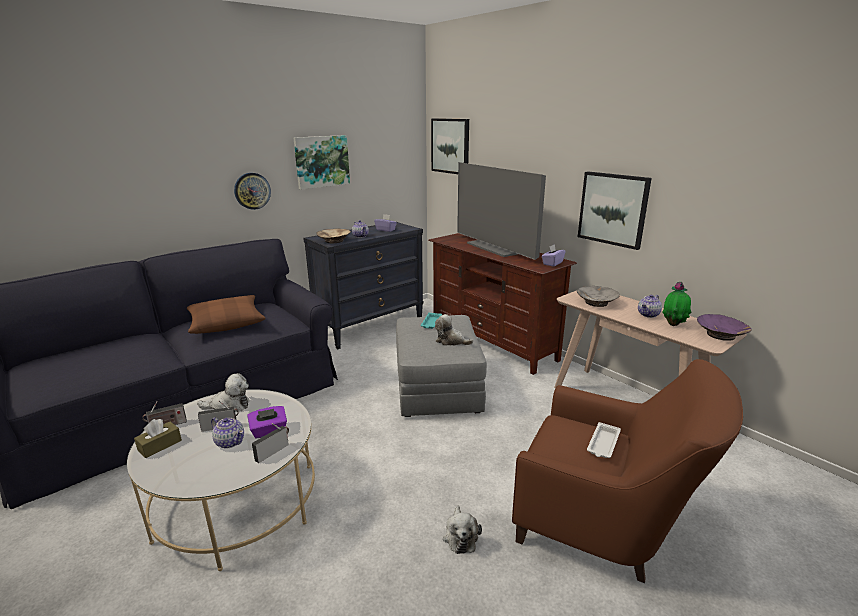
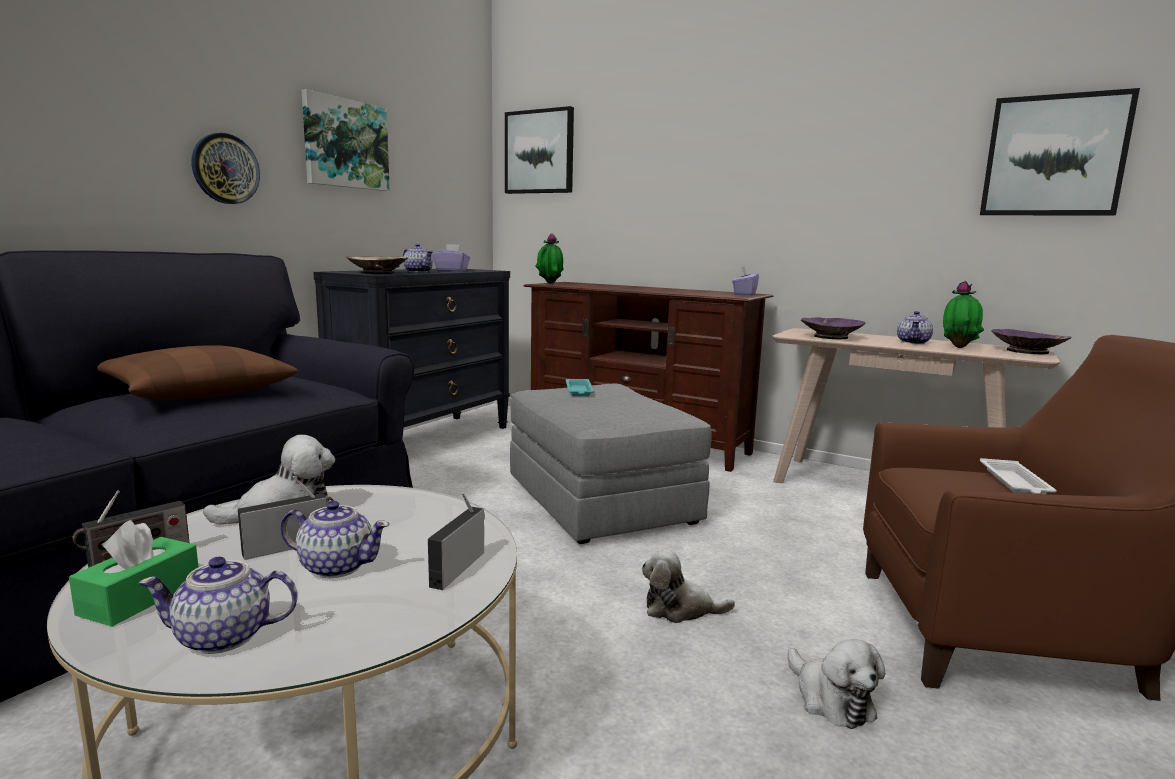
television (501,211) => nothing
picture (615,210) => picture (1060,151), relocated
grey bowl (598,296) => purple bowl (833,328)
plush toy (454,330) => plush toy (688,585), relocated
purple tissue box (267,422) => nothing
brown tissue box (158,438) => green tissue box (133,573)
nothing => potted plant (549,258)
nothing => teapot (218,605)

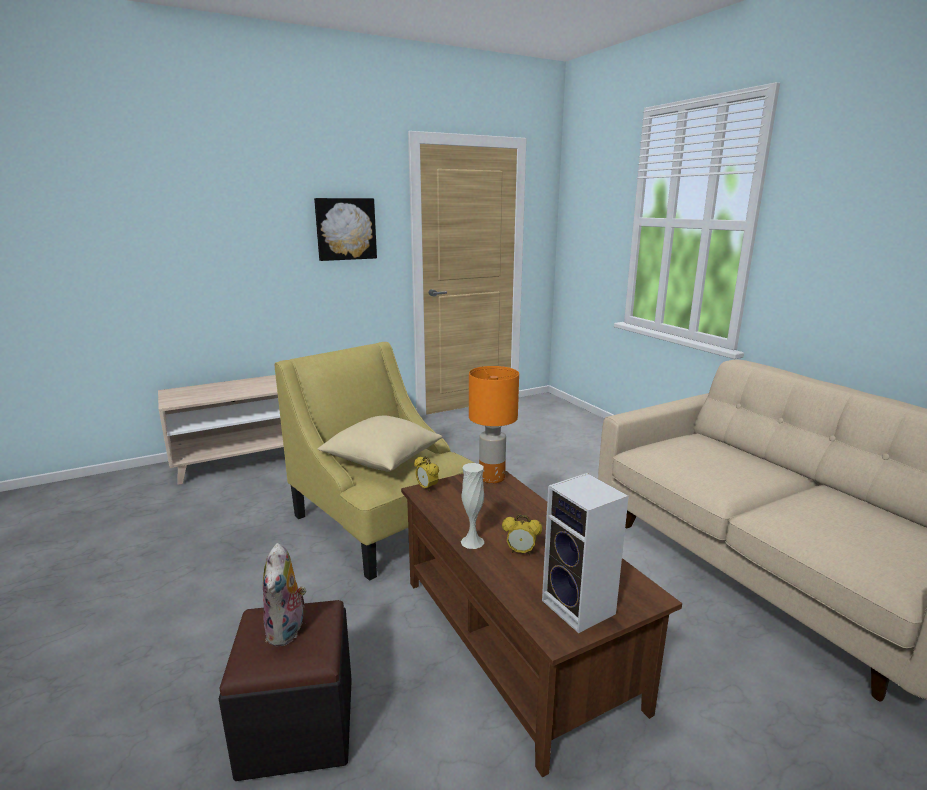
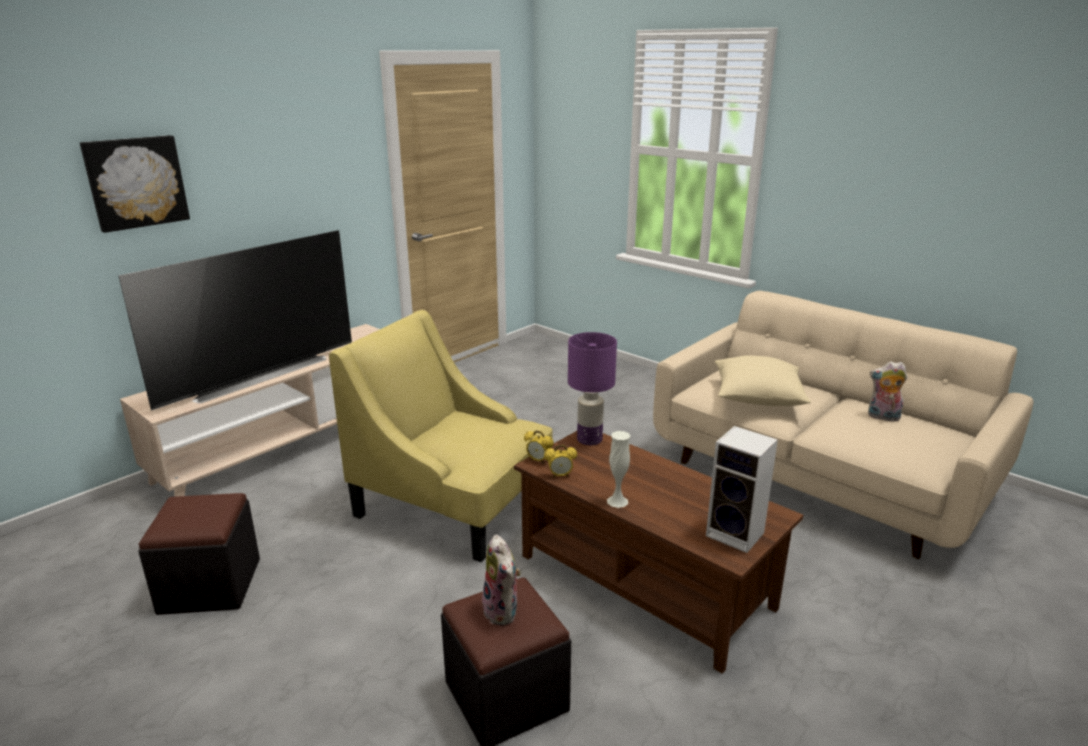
picture (345,229) => picture (135,184), relocated
orange table lamp (494,424) => purple table lamp (592,388)
beige pillow (380,443) => beige pillow (763,381), relocated
alarm clock (522,535) => alarm clock (560,461), relocated
nothing => television (235,320)
nothing => plush toy (887,391)
nothing => black ottoman (199,554)

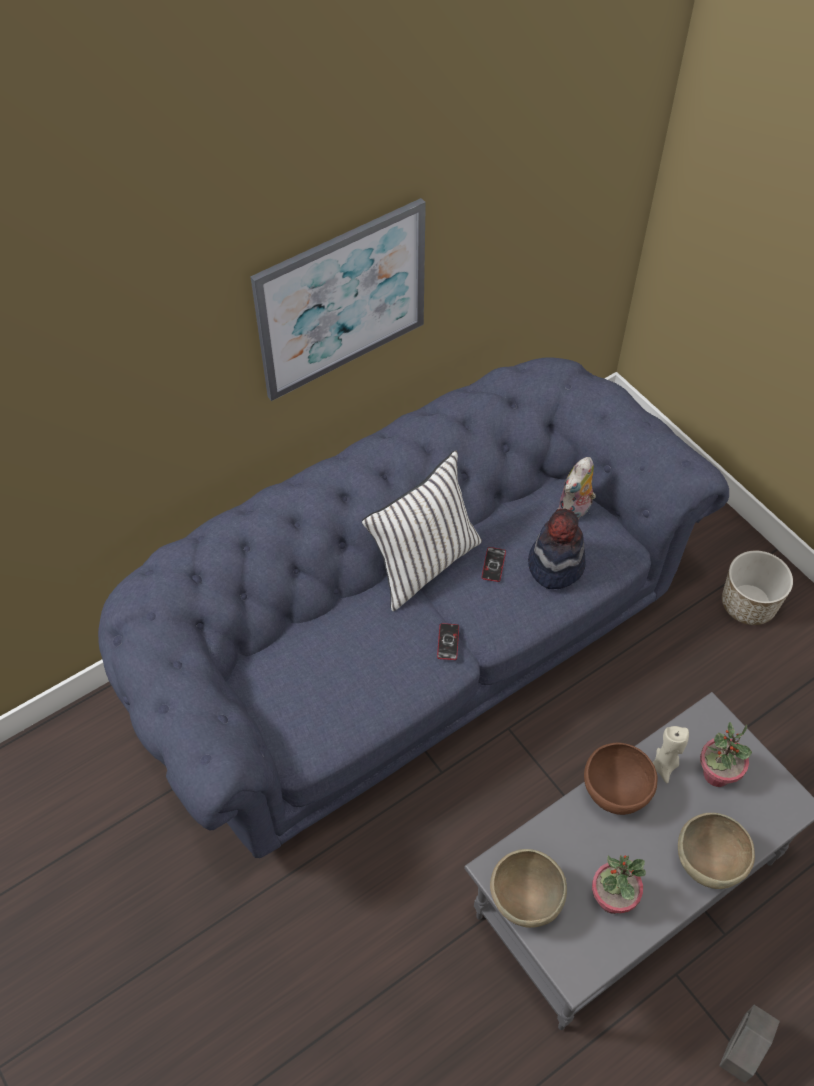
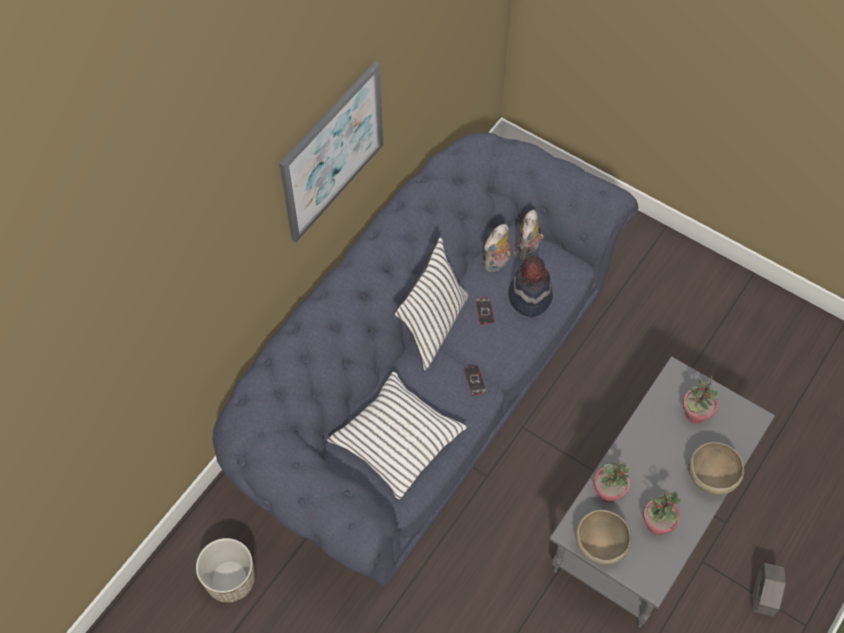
planter (757,588) => planter (225,570), relocated
beige candle (670,754) => nothing
brown bowl (621,779) => nothing
nothing => plush toy (497,248)
nothing => white pillow (397,435)
nothing => potted plant (612,482)

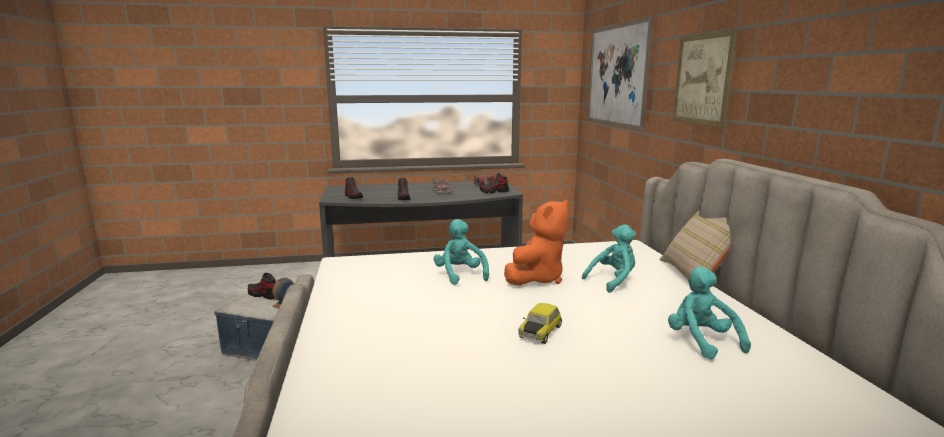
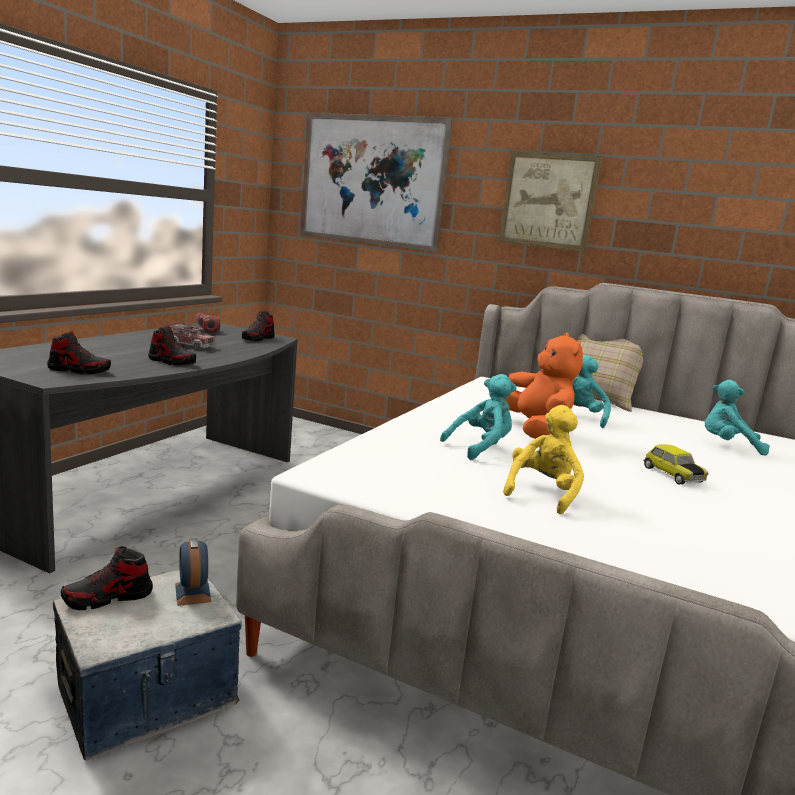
turquoise plush toy (461,252) => turquoise plush toy (478,417), 135 degrees clockwise
nothing => yellow plush toy (543,459)

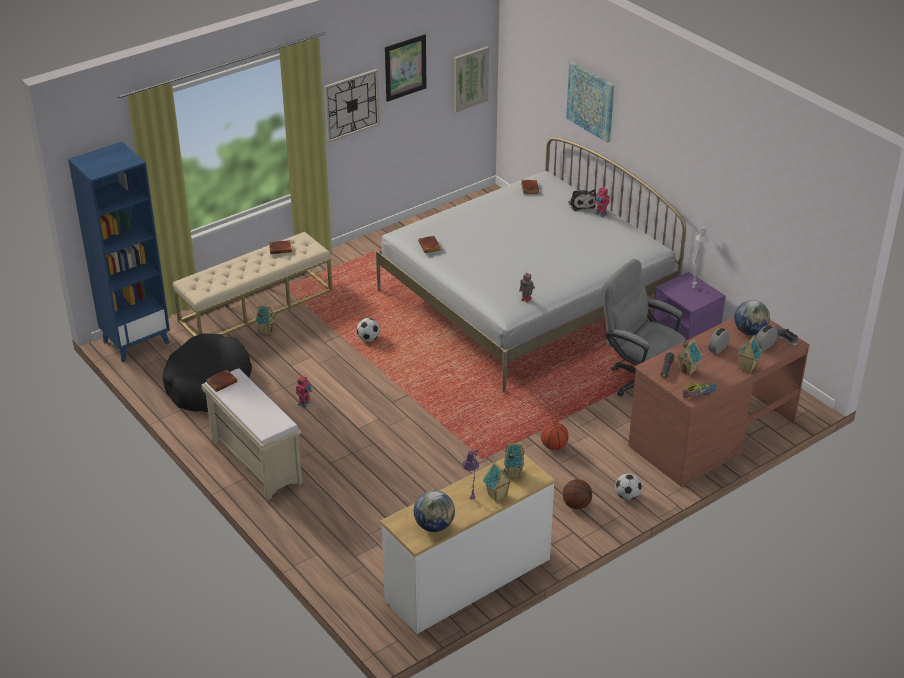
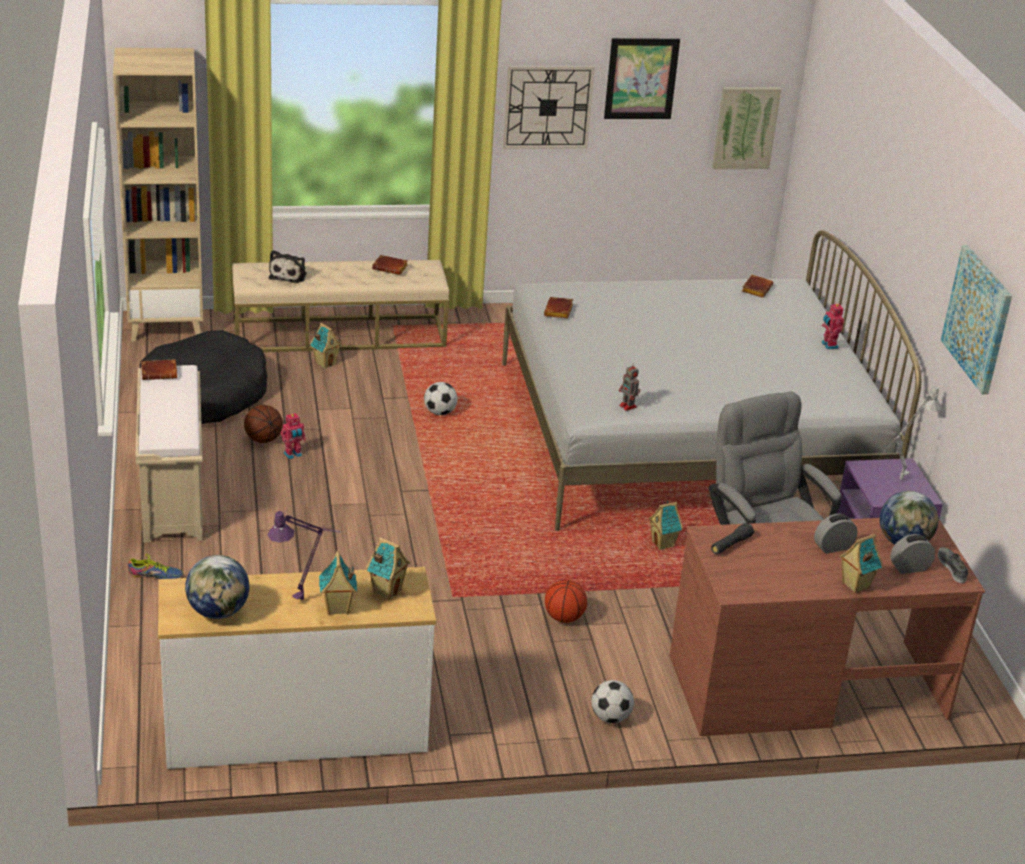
picture (590,102) => picture (976,319), relocated
blue bookcase (119,252) => beige bookcase (158,194)
plush toy (582,200) => plush toy (288,266), relocated
toy house (689,357) => toy house (665,525), relocated
shoe (700,390) => shoe (156,566), relocated
basketball (577,494) => basketball (263,424), relocated

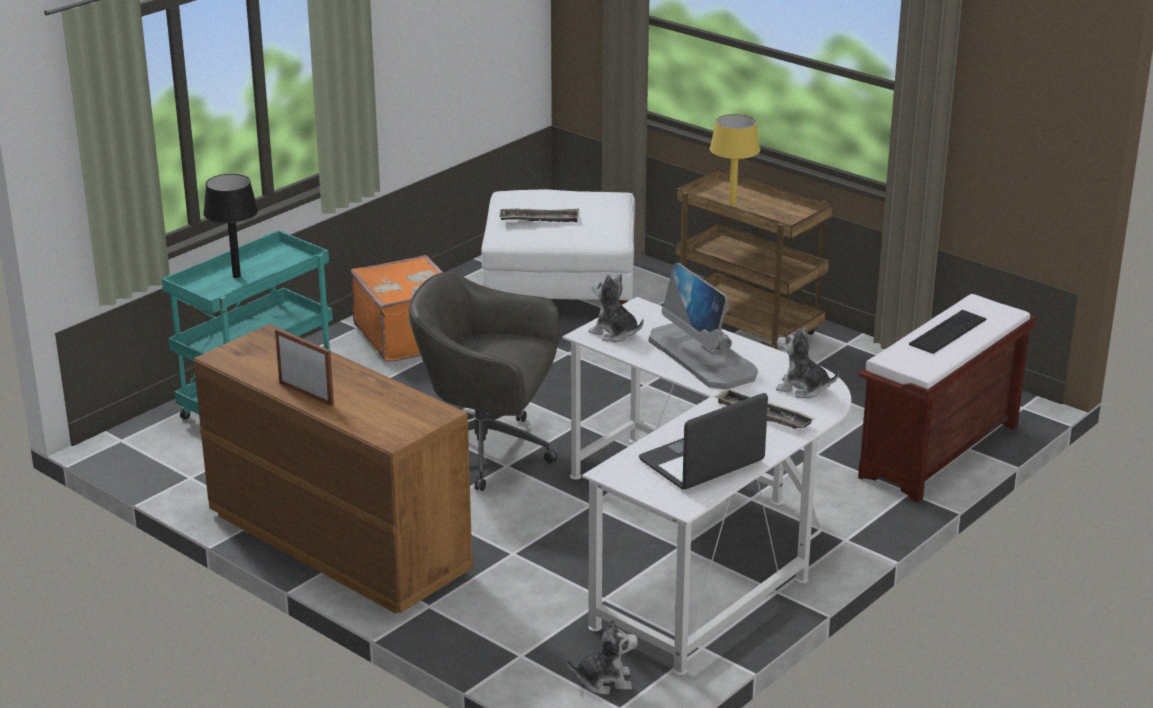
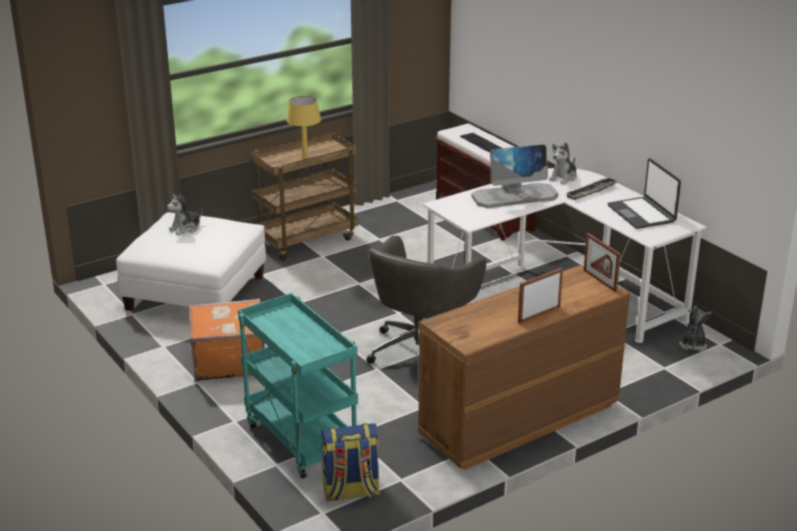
black table lamp (230,226) => nothing
tray (540,216) => nothing
plush toy (616,308) => plush toy (184,214), relocated
nothing => picture frame (602,262)
nothing => backpack (350,462)

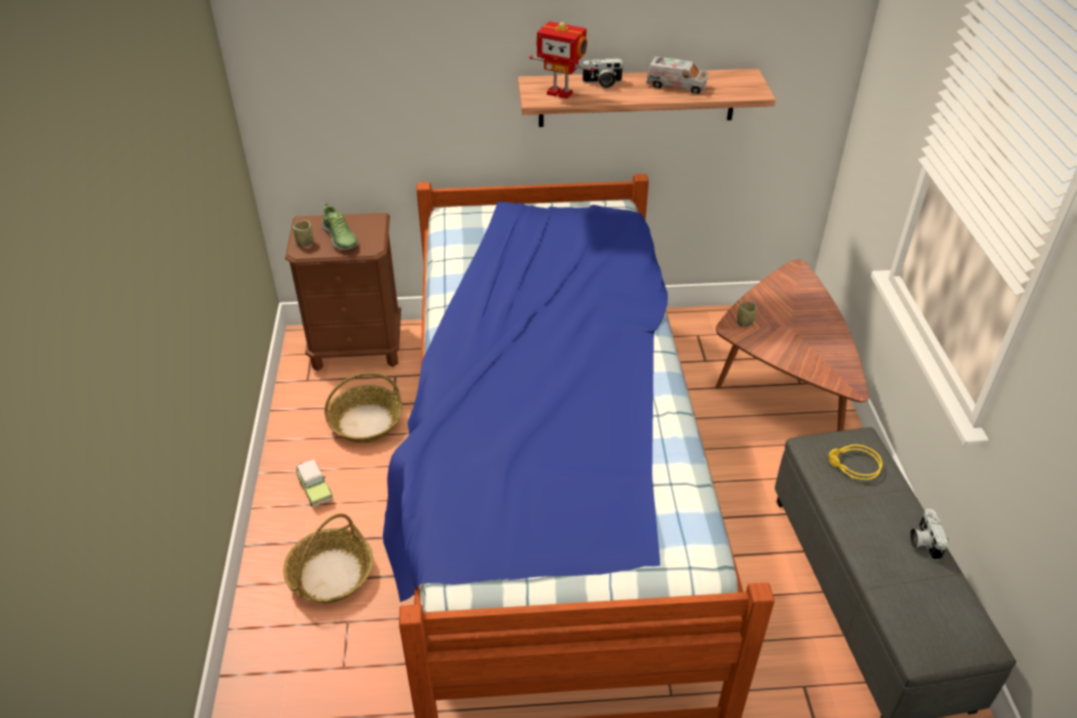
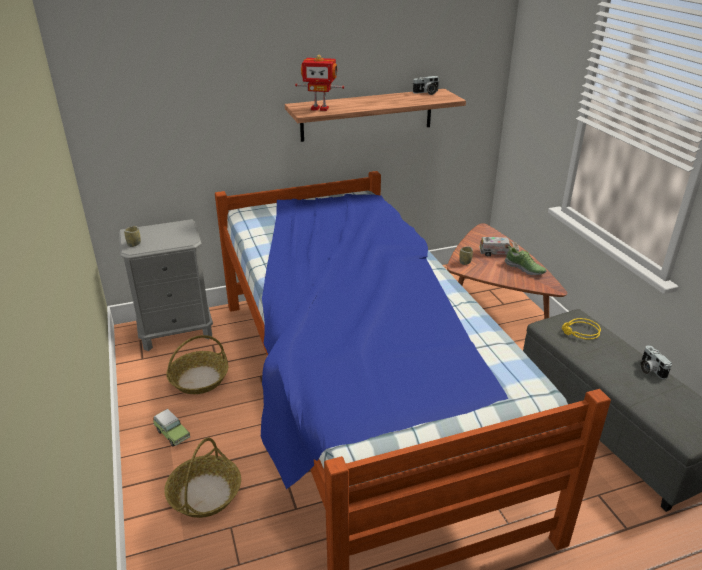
toy truck (677,75) => toy truck (499,246), relocated
photo camera (602,73) => photo camera (426,85), relocated
shoe (340,226) => shoe (526,260), relocated
brown nightstand (343,292) => grey nightstand (165,285)

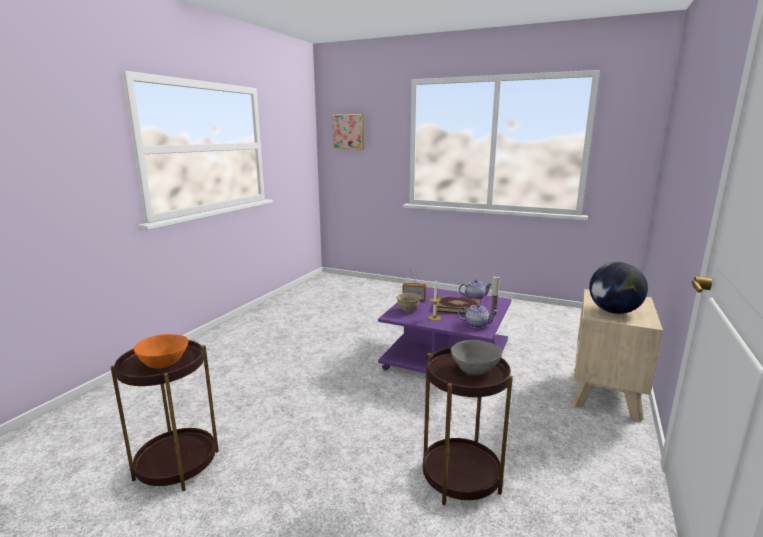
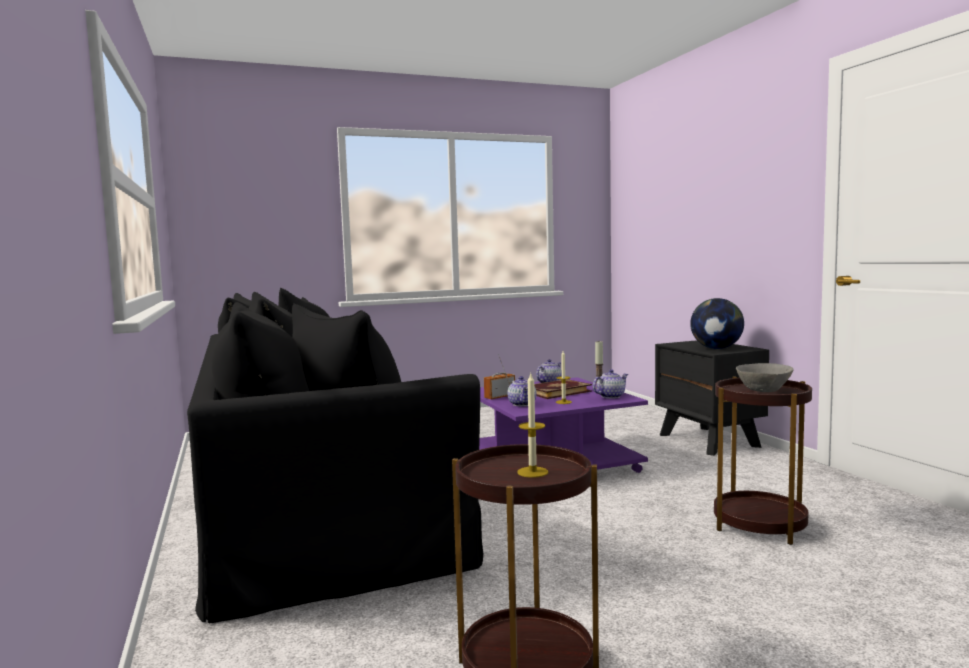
picture (348,131) => nothing
beige nightstand (617,355) => black nightstand (712,398)
beige bowl (408,302) => teapot (521,391)
orange bowl (161,351) => candle (532,426)
nothing => black sofa (335,455)

